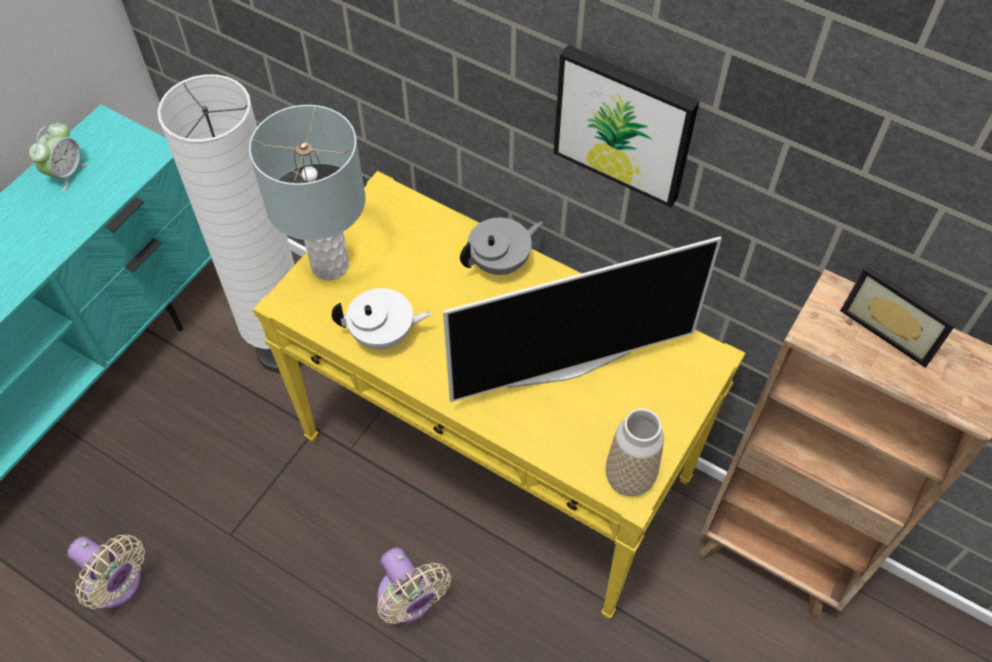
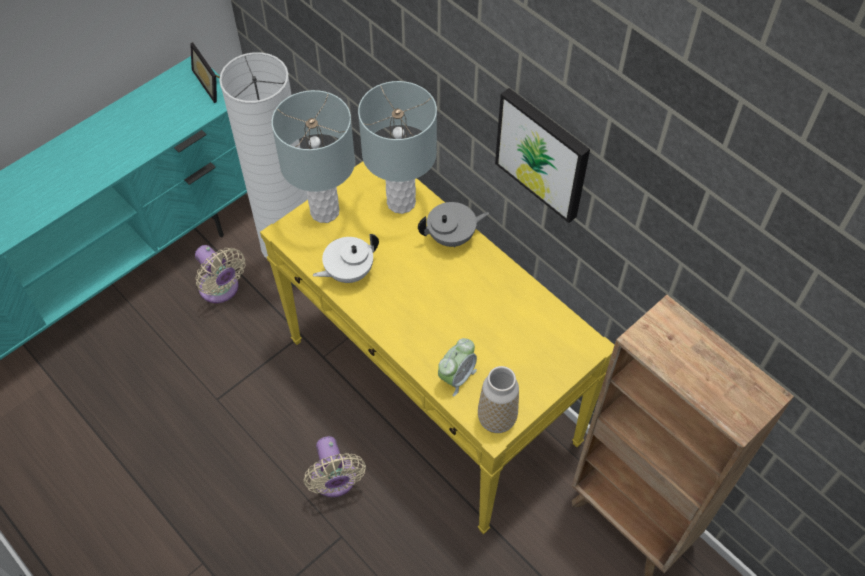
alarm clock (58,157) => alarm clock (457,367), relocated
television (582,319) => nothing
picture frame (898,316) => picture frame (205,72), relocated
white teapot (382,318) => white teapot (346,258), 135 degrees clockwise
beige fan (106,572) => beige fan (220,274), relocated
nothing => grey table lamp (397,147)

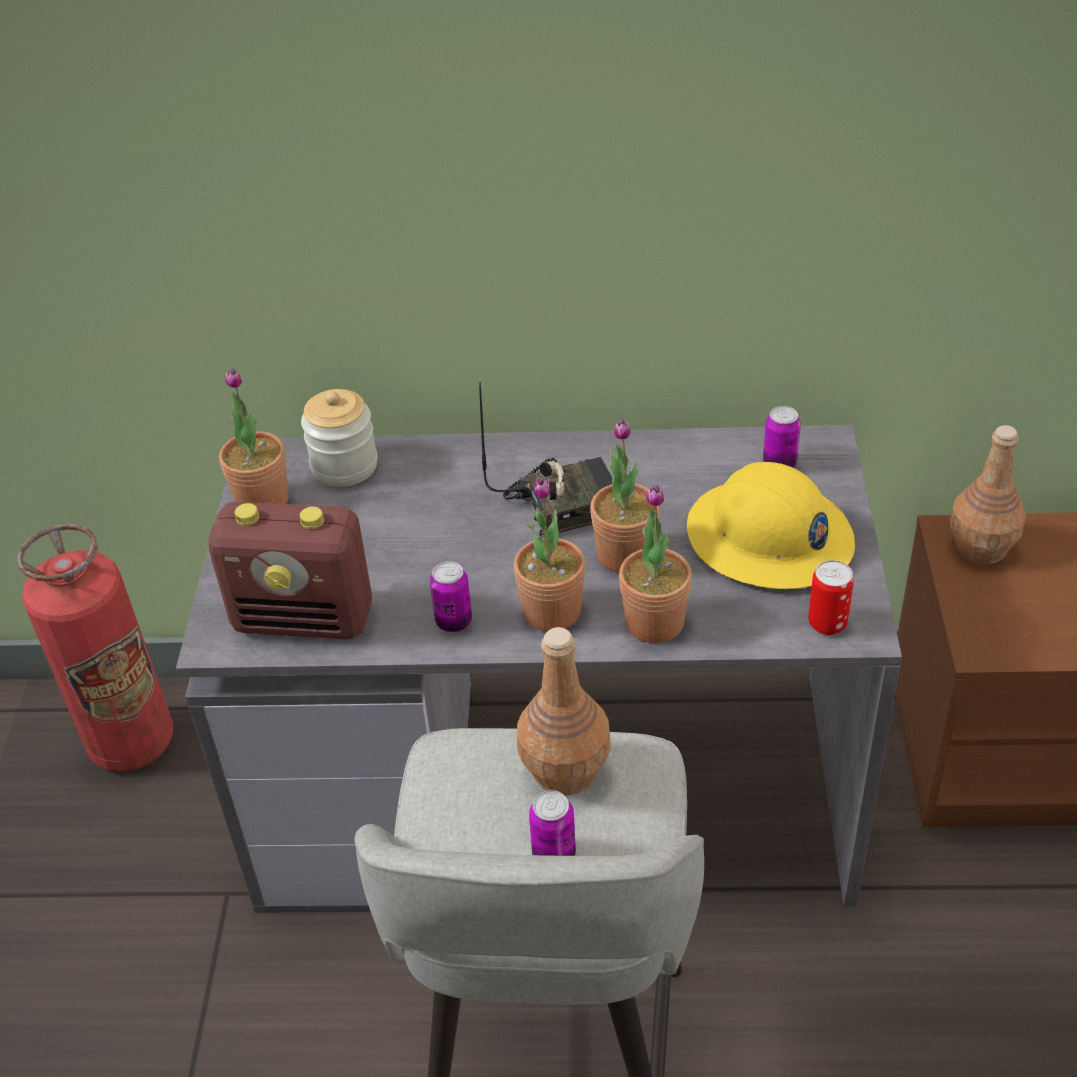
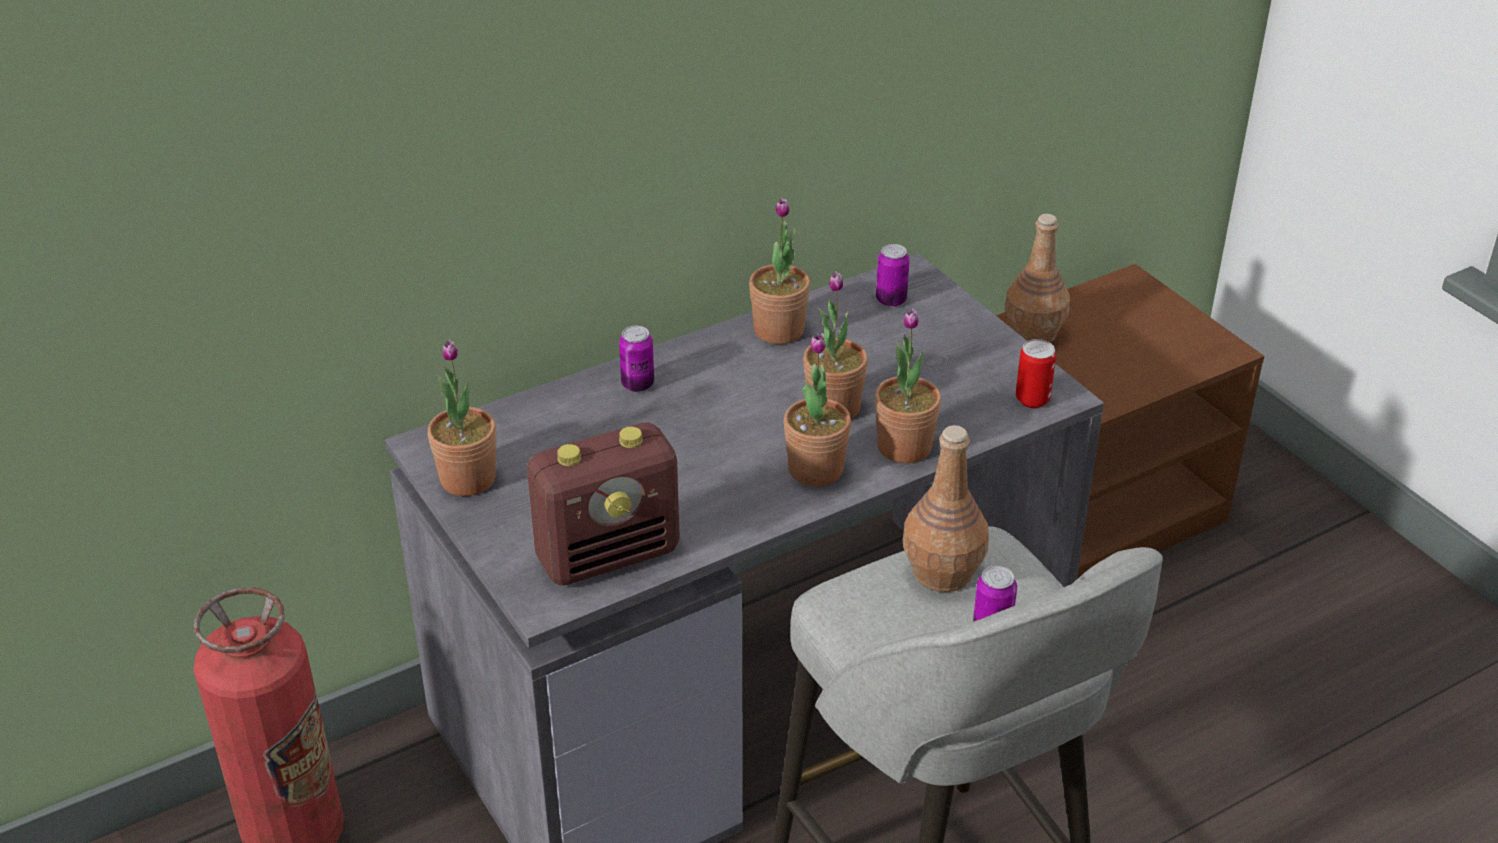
radio (545,459) => nothing
jar (339,438) => nothing
yellow hard hat (771,525) => nothing
can (451,596) => can (636,359), relocated
nothing => potted plant (779,271)

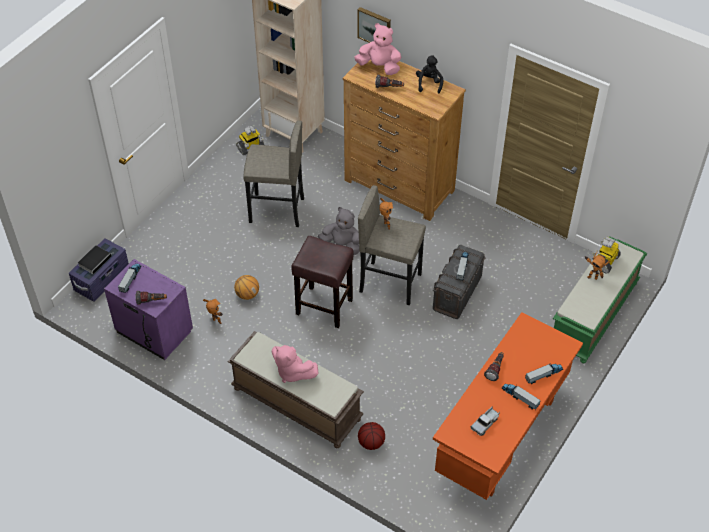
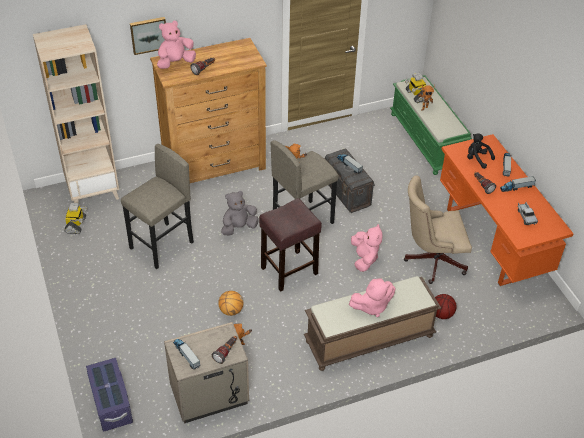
black plush toy (429,75) => black plush toy (481,151), relocated
book (95,259) => nothing
purple nightstand (148,309) => beige nightstand (206,373)
nothing => beige office chair (438,229)
nothing => pink plush toy (366,248)

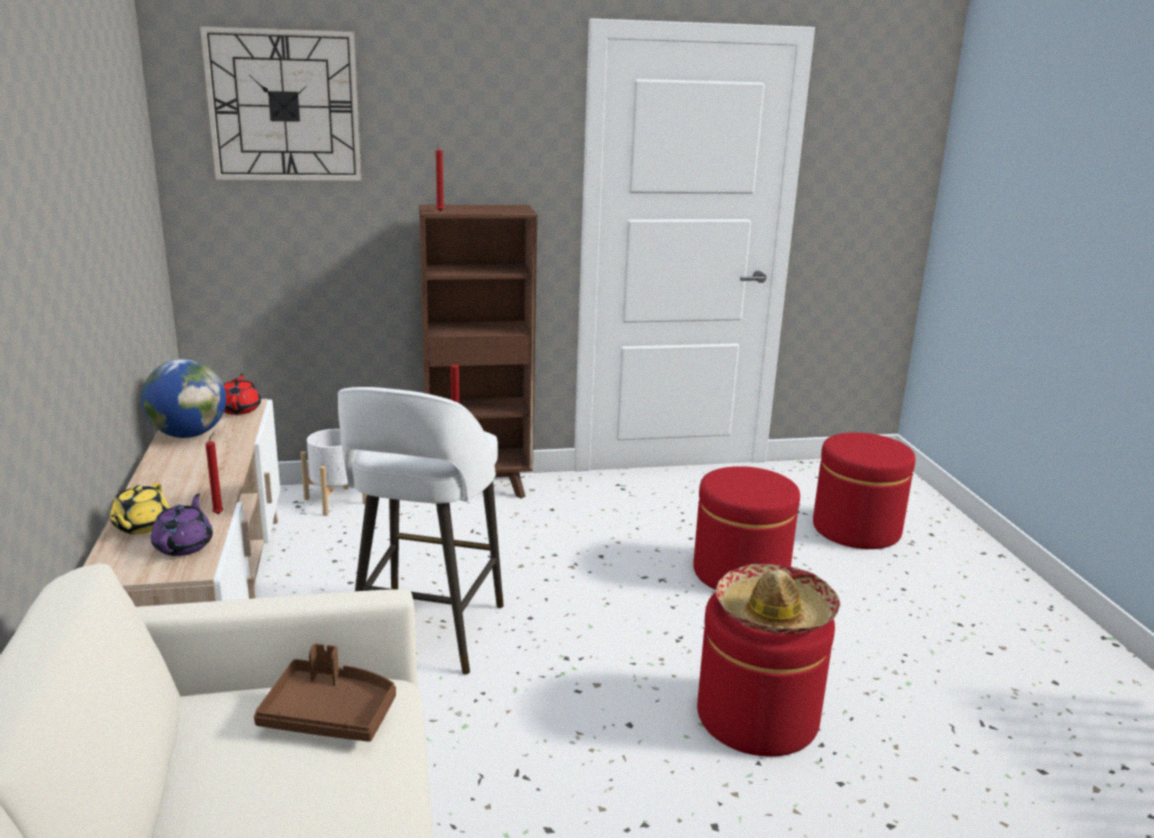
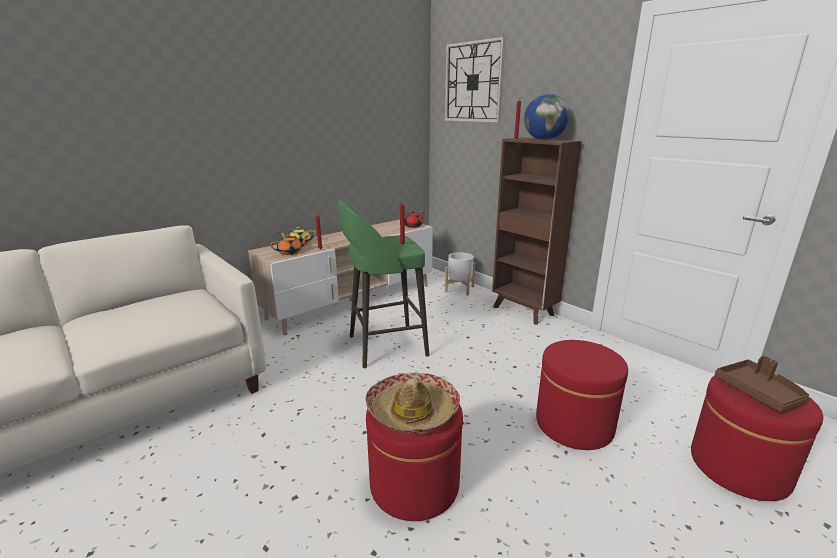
globe (183,398) => globe (547,116), relocated
white stool (421,531) => green stool (383,283)
purple teapot (182,524) => orange teapot (289,244)
brown tray (325,692) => brown tray (762,384), relocated

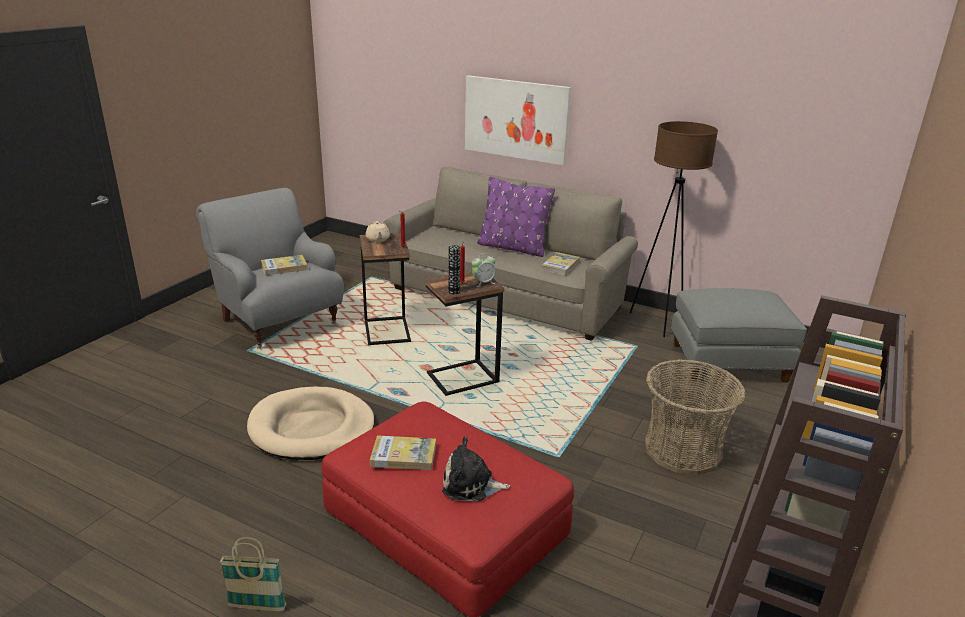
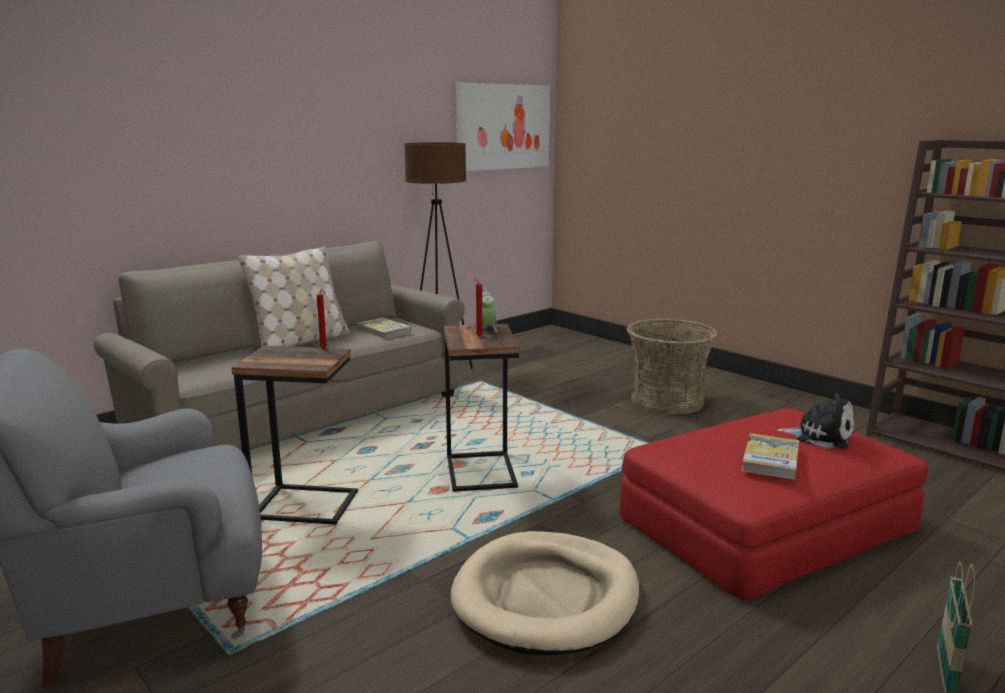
picture (518,120) => picture (503,127), relocated
purple pillow (516,217) => beige pillow (293,296)
beige teapot (378,231) => nothing
vase (454,269) => nothing
book (284,265) => nothing
grey ottoman (739,335) => nothing
plush toy (476,469) => plush toy (815,421), 90 degrees counterclockwise

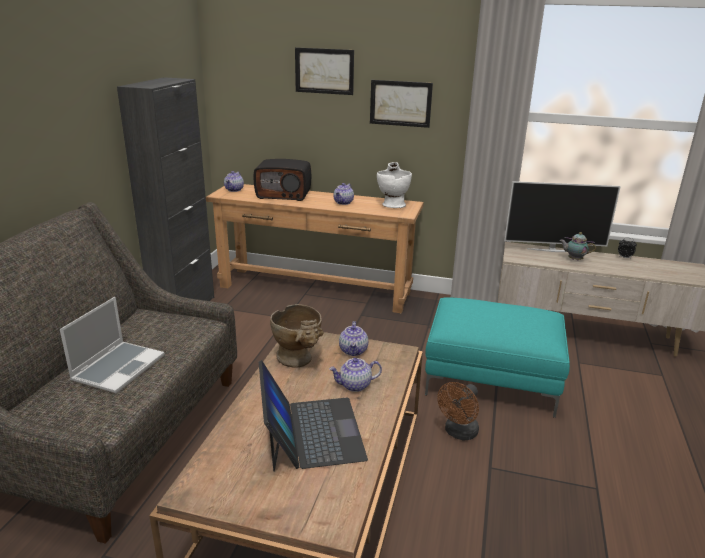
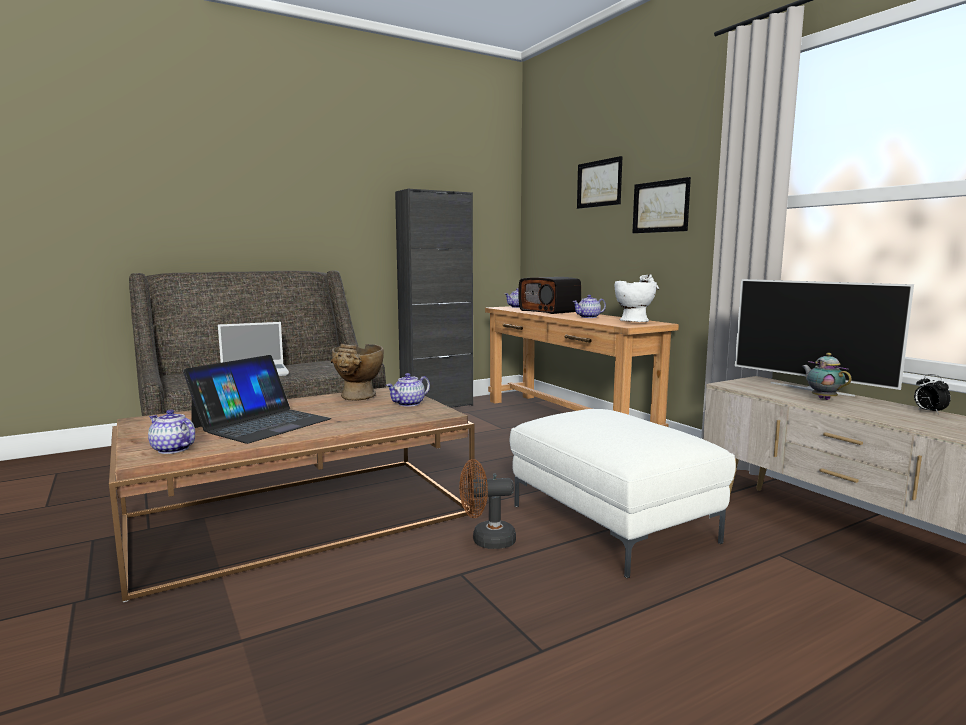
turquoise ottoman (497,357) => white ottoman (623,493)
teapot (355,375) => teapot (171,431), relocated

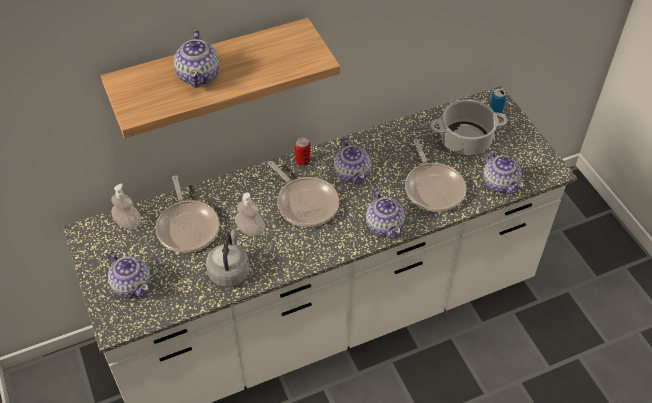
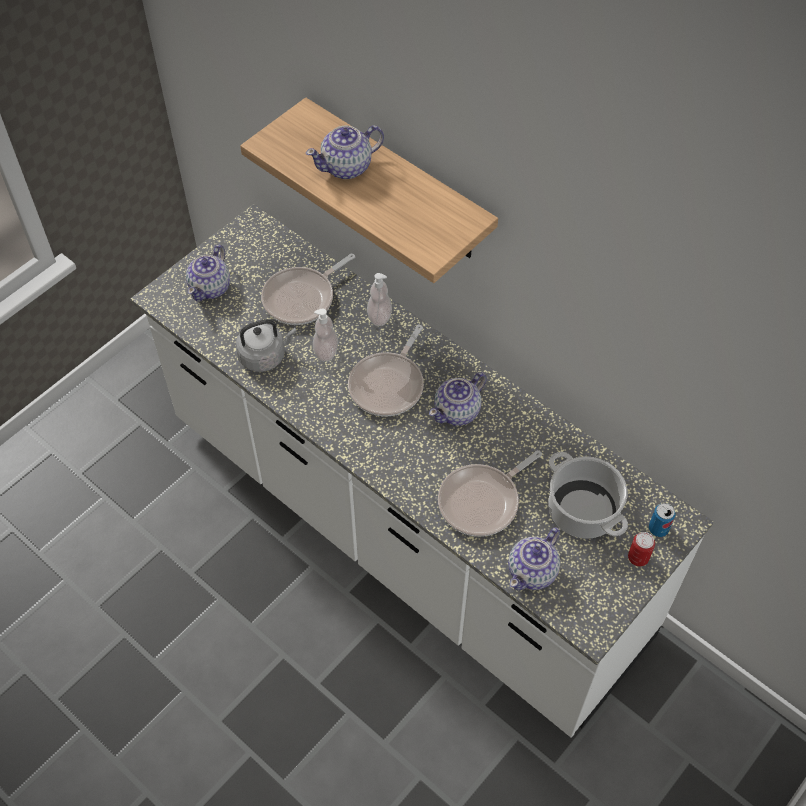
can (303,151) => can (641,549), relocated
soap dispenser (126,206) => soap dispenser (379,299), relocated
teapot (385,213) => nothing

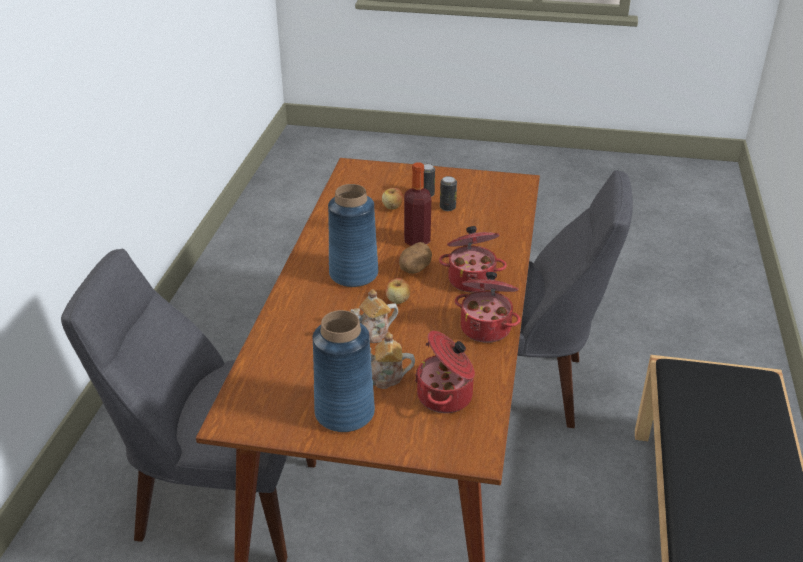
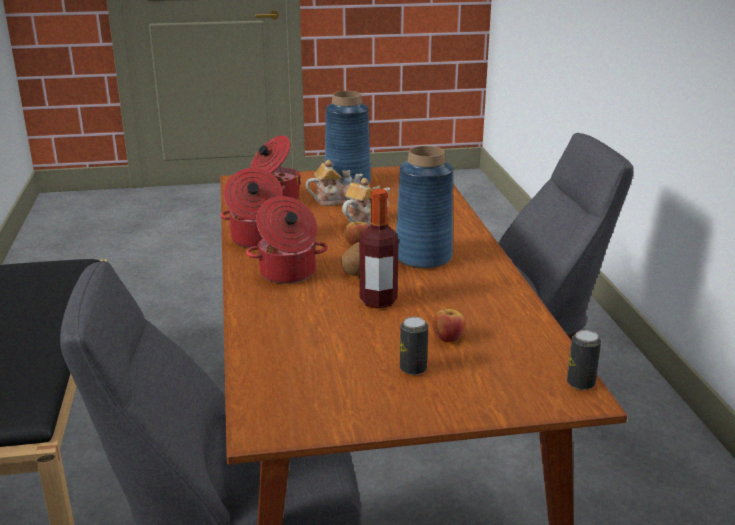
can (448,193) => can (584,360), relocated

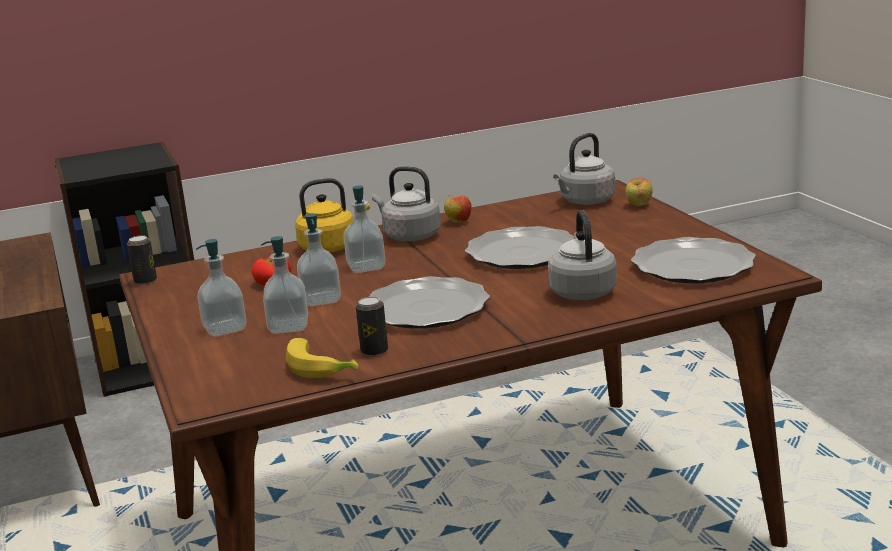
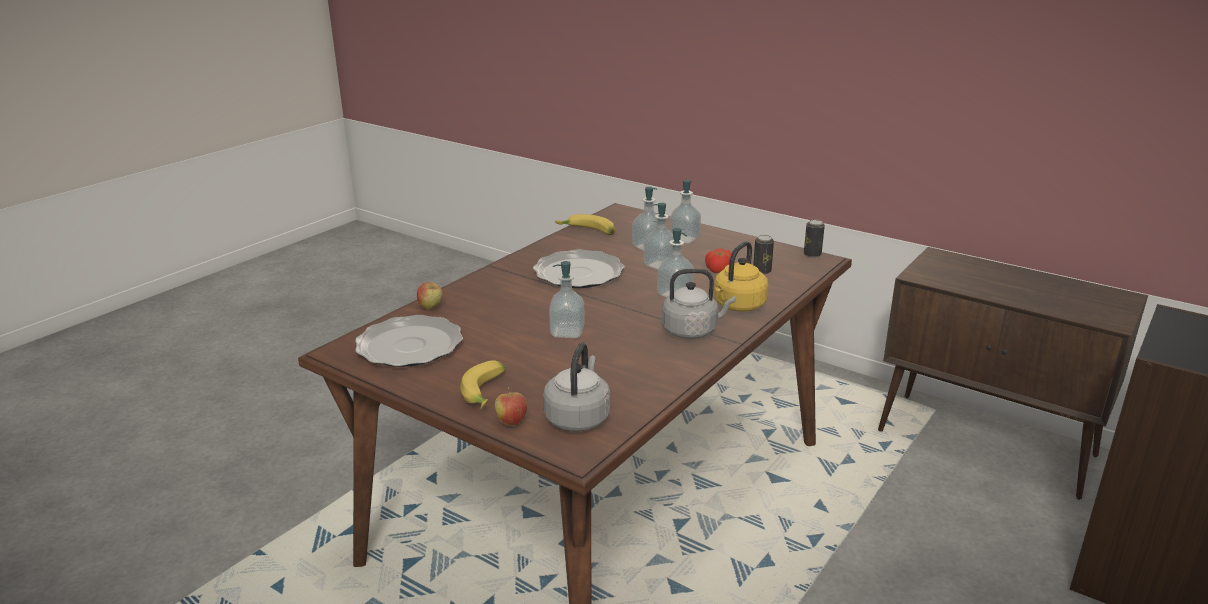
apple (458,209) => apple (430,295), relocated
grey kettle (582,255) => nothing
plate (519,247) => soap dispenser (567,299)
can (372,326) => can (763,254), relocated
nothing => banana (483,384)

